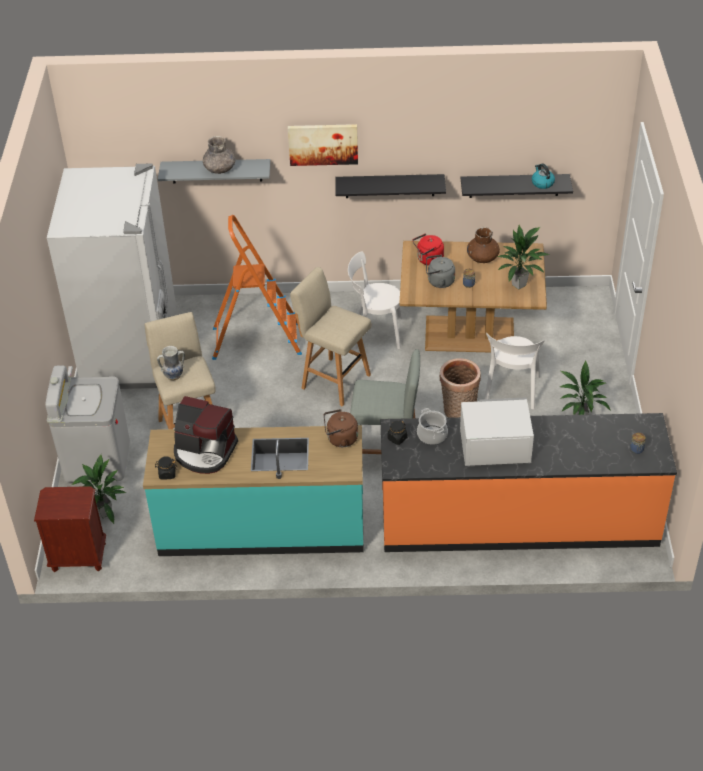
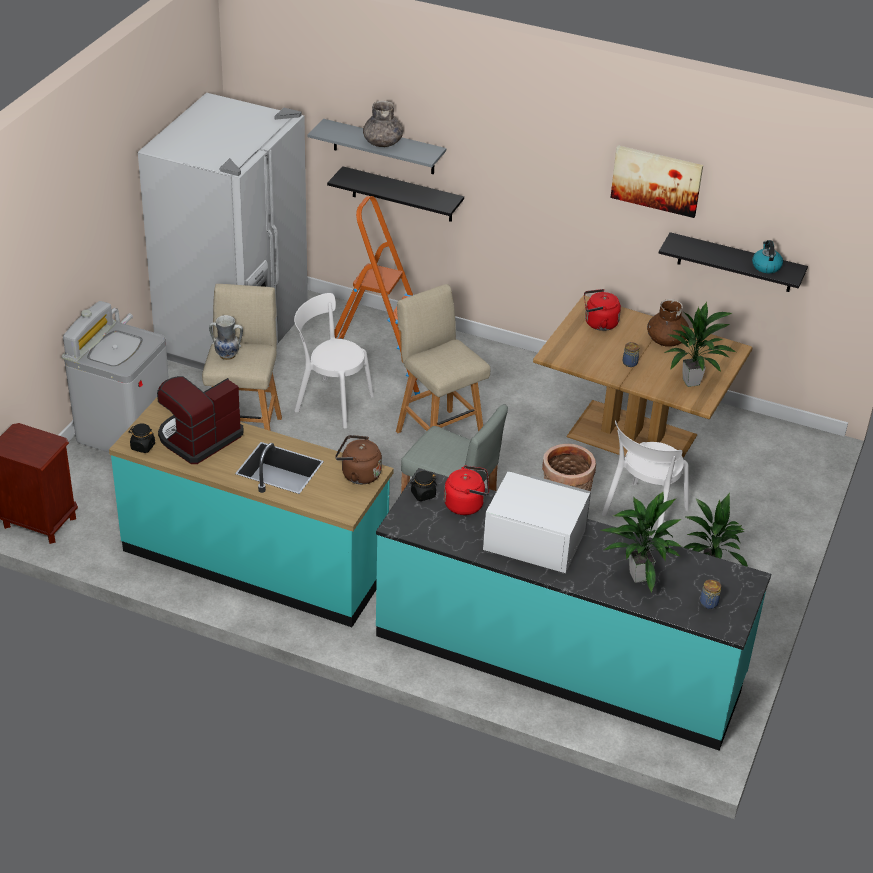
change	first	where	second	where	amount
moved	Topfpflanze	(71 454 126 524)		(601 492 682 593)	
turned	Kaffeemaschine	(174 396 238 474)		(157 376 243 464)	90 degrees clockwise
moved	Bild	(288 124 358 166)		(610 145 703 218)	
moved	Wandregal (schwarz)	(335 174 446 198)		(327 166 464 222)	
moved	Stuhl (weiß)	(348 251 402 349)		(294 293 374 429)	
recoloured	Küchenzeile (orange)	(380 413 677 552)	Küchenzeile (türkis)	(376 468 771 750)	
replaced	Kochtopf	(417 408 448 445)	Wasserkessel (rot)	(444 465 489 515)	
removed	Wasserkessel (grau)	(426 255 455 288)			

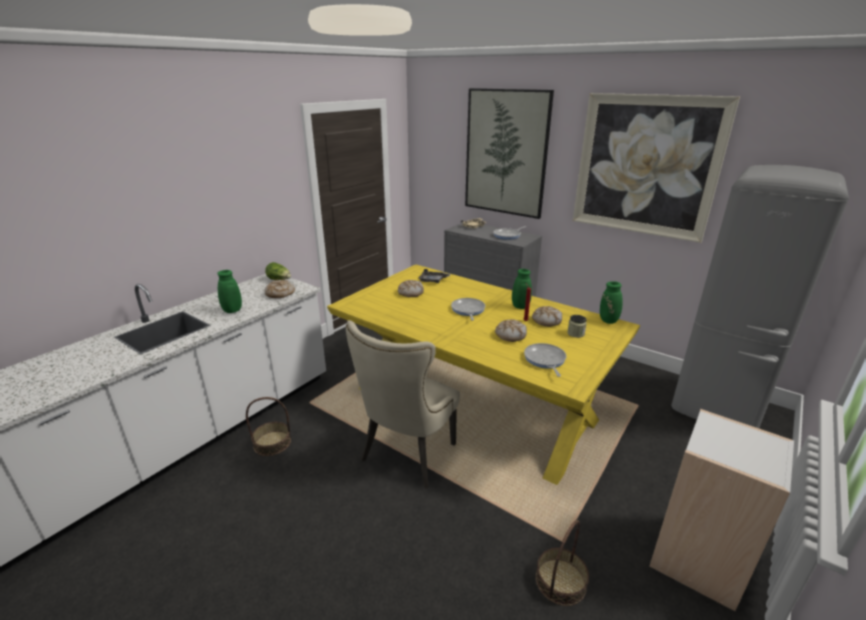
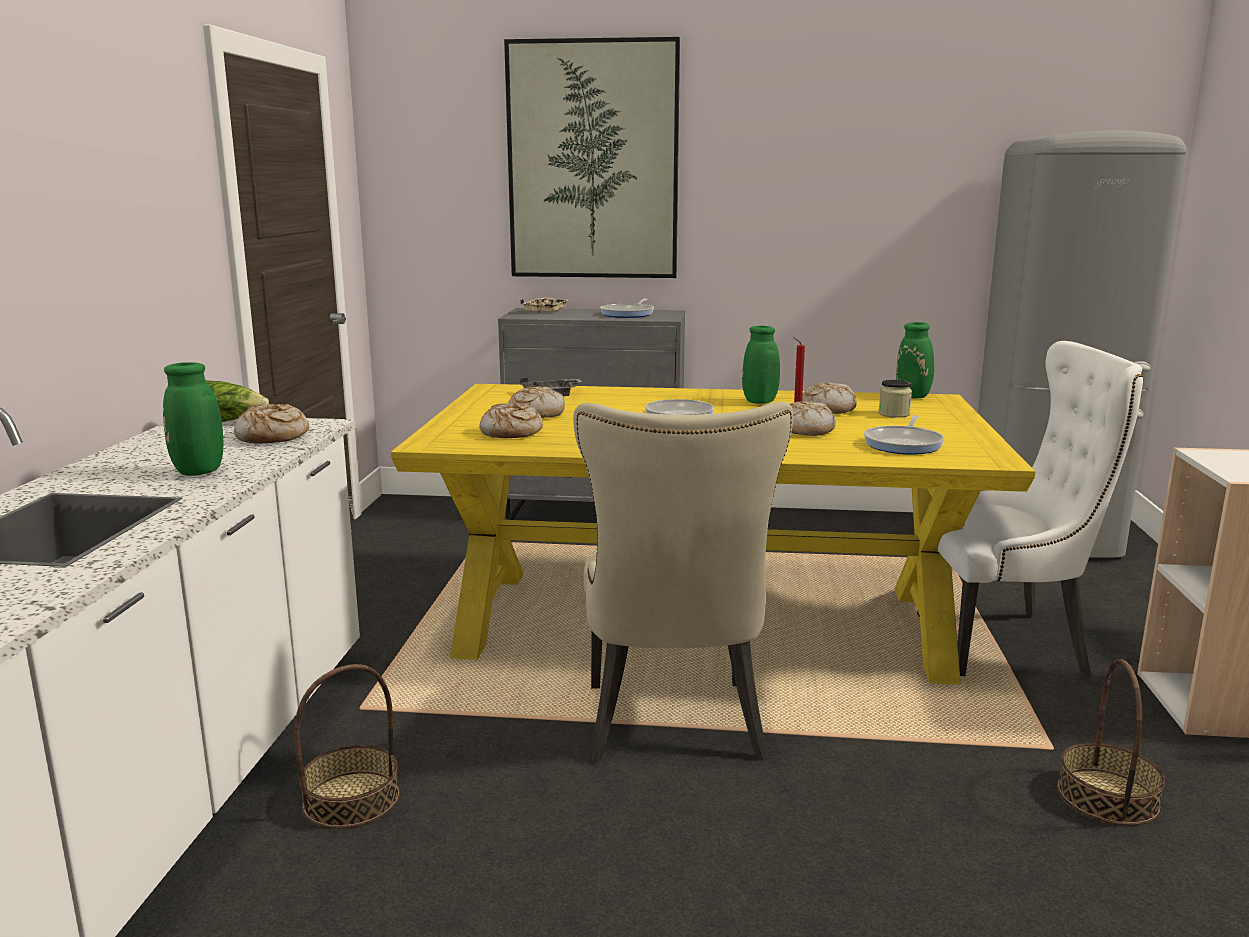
change	first	where	second	where	amount
turned	Pfanne	(524 343 566 377)		(864 415 944 455)	120 degrees counterclockwise
removed	Bild	(573 93 740 243)			
added			Brot	(479 403 543 438)	
added			Stuhl (weiß)	(917 341 1143 678)	

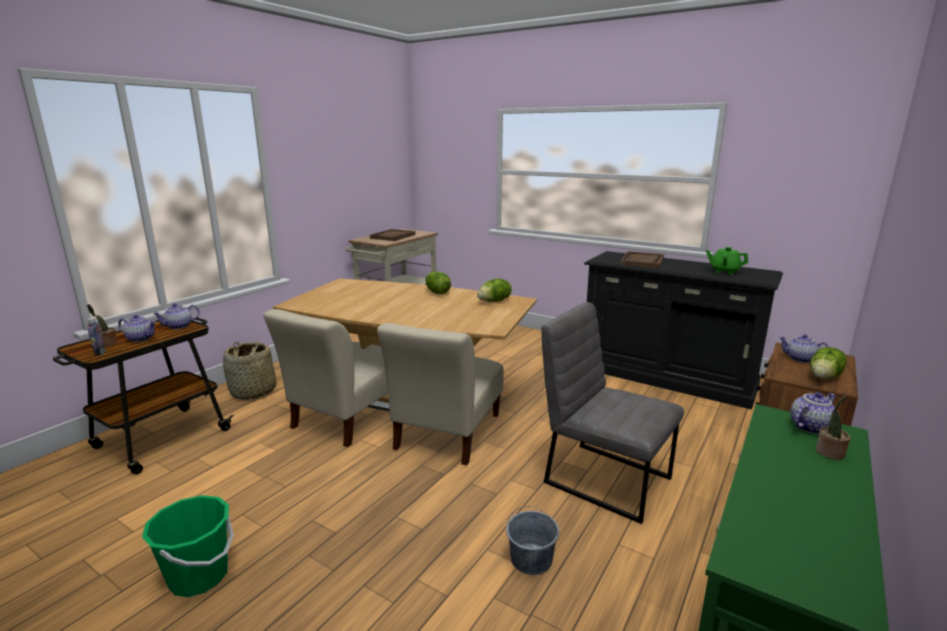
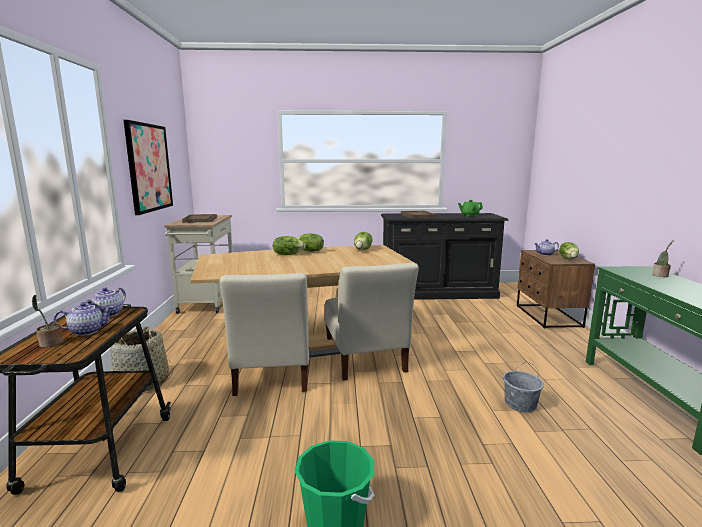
change	first	where	second	where	amount
removed	Flasche	(87 318 106 356)			
removed	Stuhl (grau)	(541 302 684 524)			
removed	Teekanne	(790 392 836 434)			
added			Bild	(124 120 173 215)	
added			Salatkopf	(273 236 305 255)	

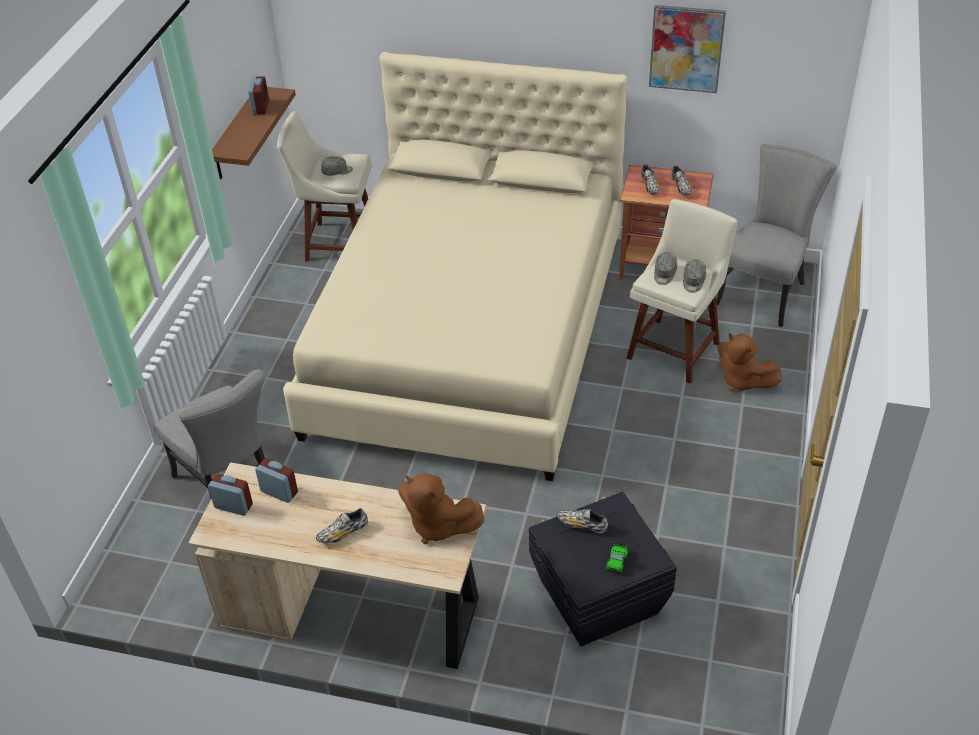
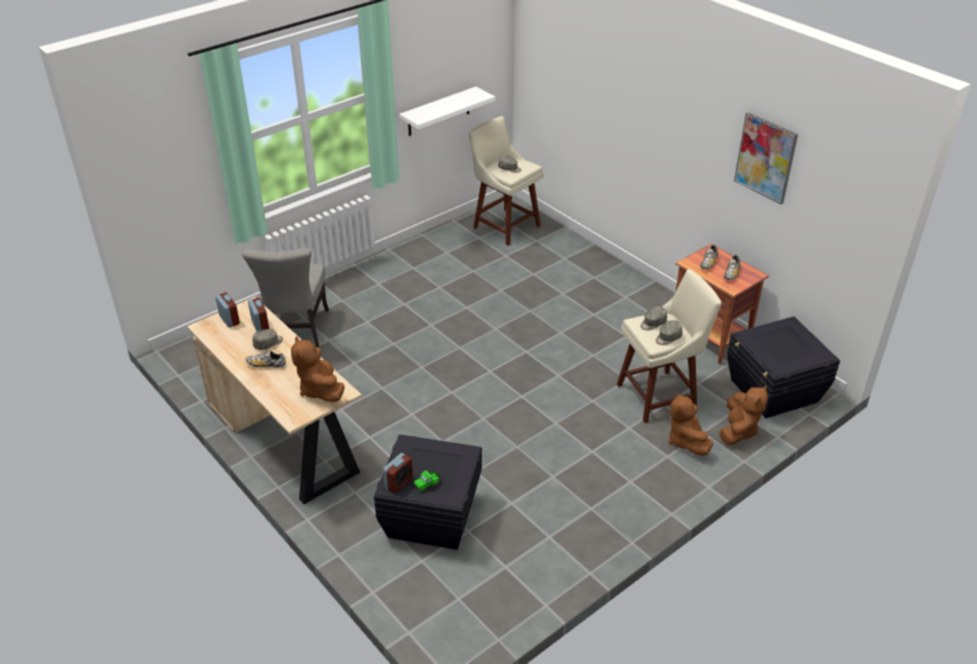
change	first	where	second	where	amount
recoloured	Wandregal (braun)	(212 87 296 179)	Wandregal (weiß)	(399 87 495 136)	
moved	Wecker	(248 76 269 114)		(383 453 413 493)	
removed	Bett (beige)	(283 52 627 481)			
removed	Schuh	(557 509 608 533)			
replaced	Stuhl (grau)	(716 144 837 327)	Aufbewahrungsbox (schwarz)	(727 316 840 418)	
added			Kappe (grau)	(253 329 283 350)	
added			Plüschtier (braun)	(719 385 768 445)	

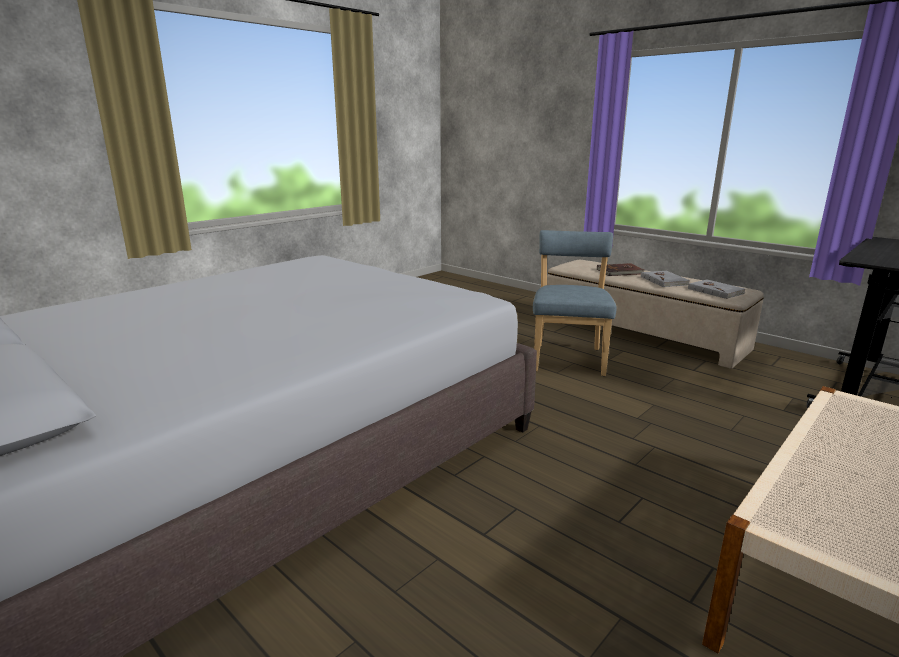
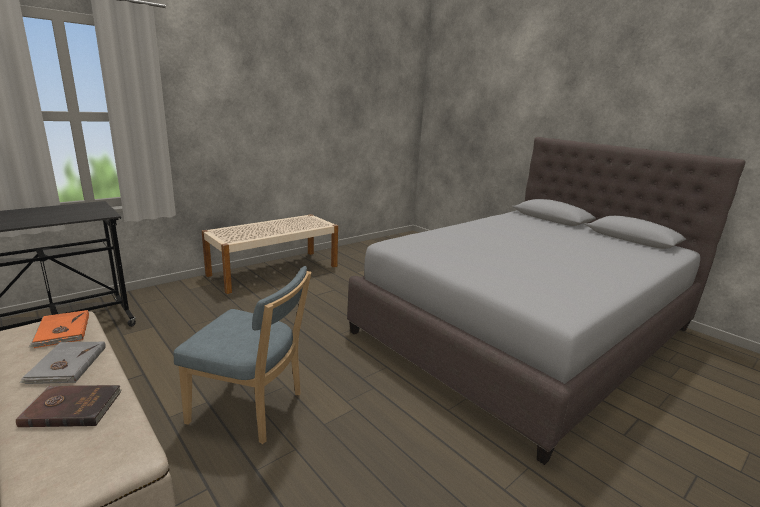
change	first	where	second	where	amount
turned	Stuhl (blau)	(533 230 617 376)		(174 266 311 444)	90 degrees counterclockwise
recoloured	Buch (grau)	(688 279 746 299)	Buch (orange)	(29 310 89 348)	

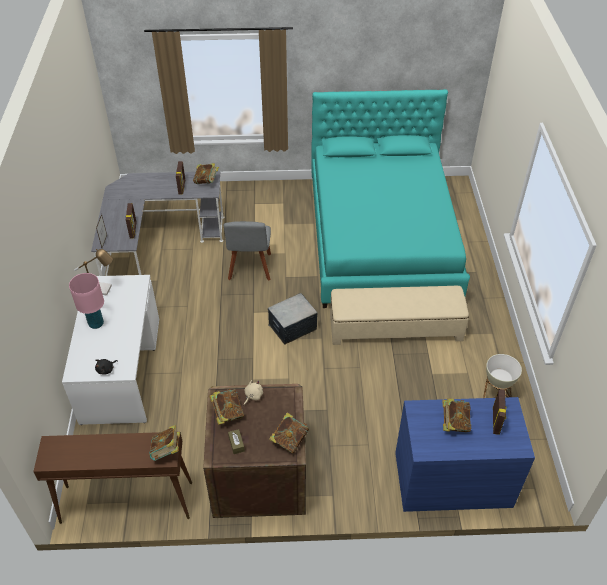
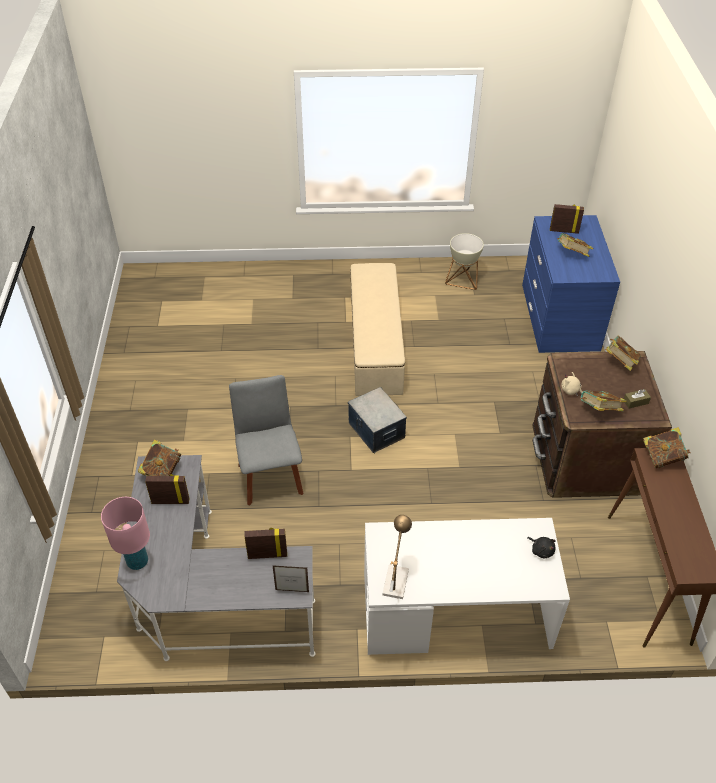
change	first	where	second	where	amount
moved	Tischlampe (rosa)	(69 273 104 329)		(101 497 150 570)	
turned	Stuhl (grau)	(224 221 271 280)		(229 375 303 505)	105 degrees counterclockwise
removed	Bett (türkis)	(311 89 470 308)			

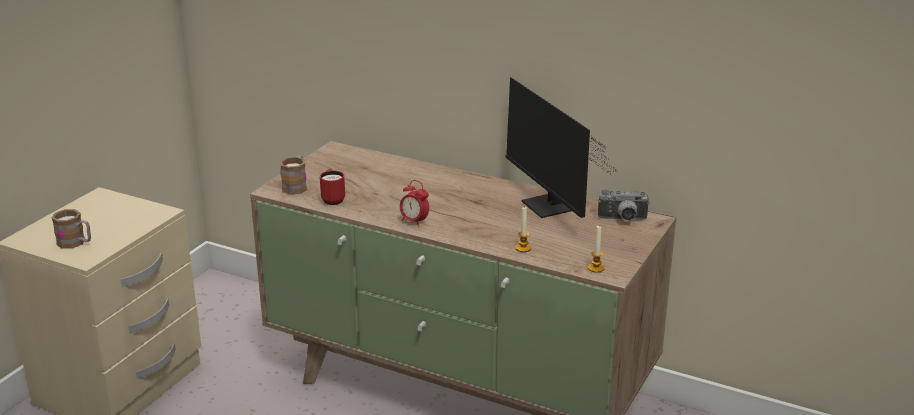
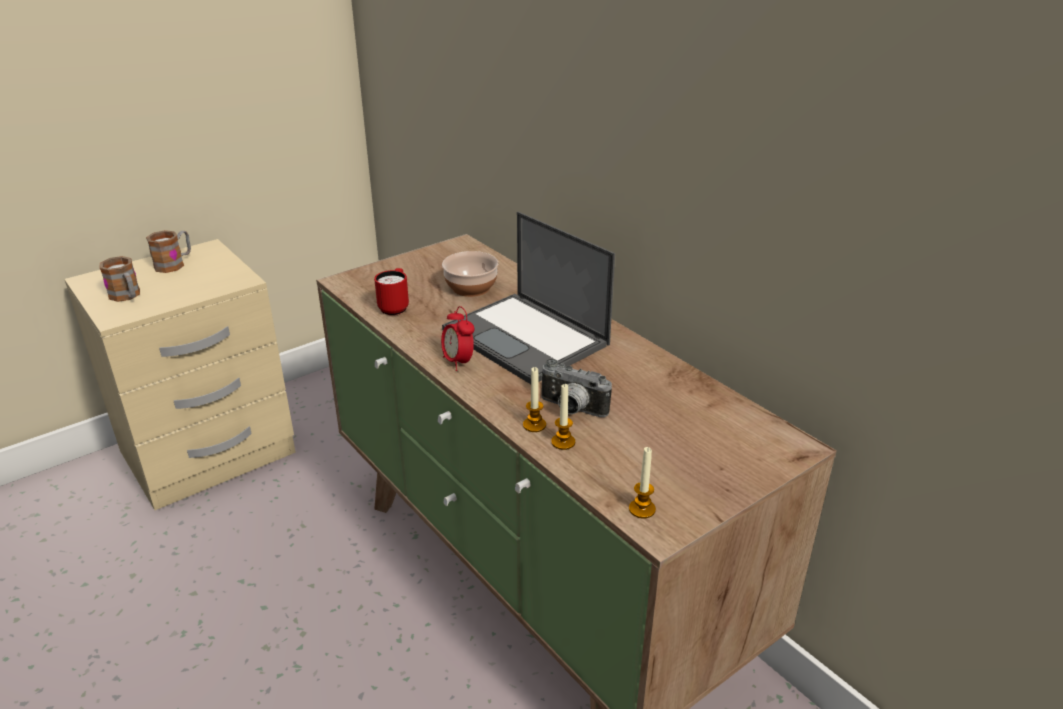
change	first	where	second	where	amount
moved	Henkelbecher	(280 155 307 195)		(146 230 191 273)	
removed	Monitor	(505 77 617 218)			
moved	Kamera	(598 189 650 221)		(540 359 612 417)	
added			Laptop	(442 212 615 384)	
added			Schüssel	(442 251 498 297)	
added			Kerze	(523 367 546 432)	

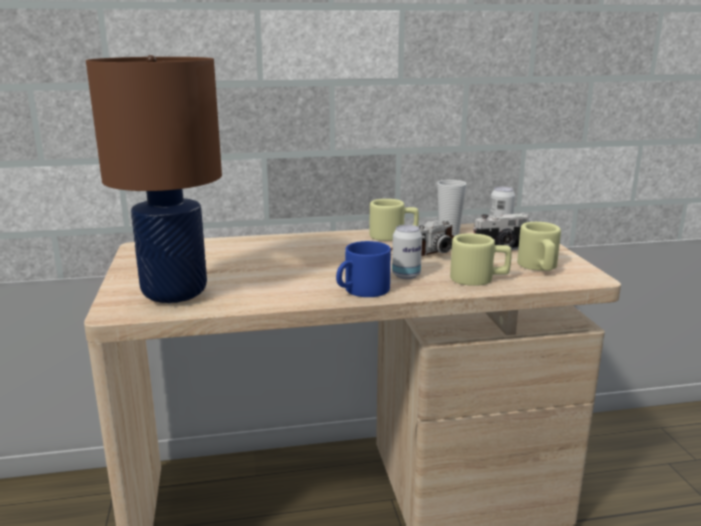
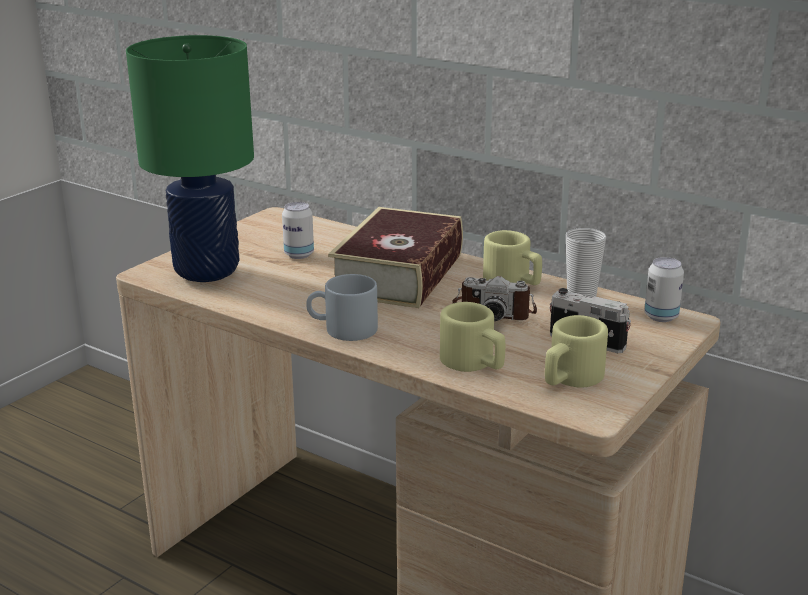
change	first	where	second	where	amount
recoloured	Tischlampe (braun)	(86 55 222 303)	Tischlampe (grün)	(126 35 254 282)	
recoloured	Henkelbecher (blau)	(336 241 391 297)	Henkelbecher (grau)	(306 274 378 341)	
moved	Dose	(392 225 422 279)		(282 202 314 259)	
added			Buch	(328 207 463 308)	

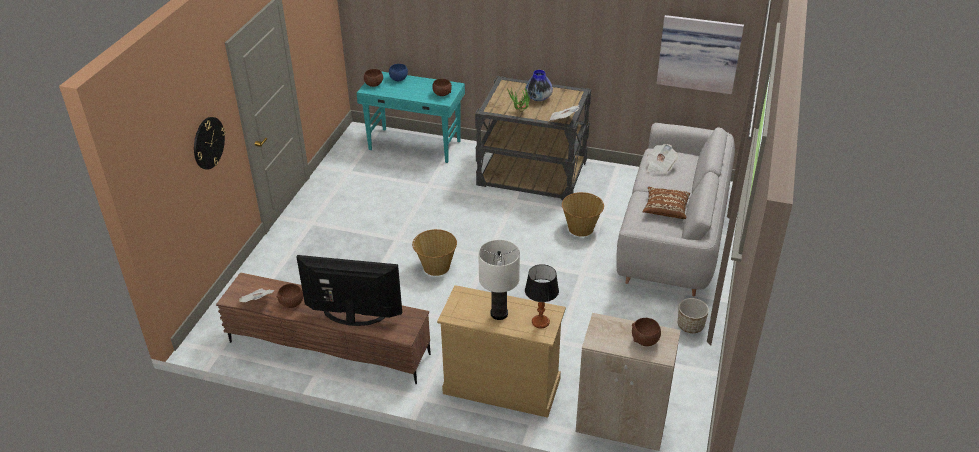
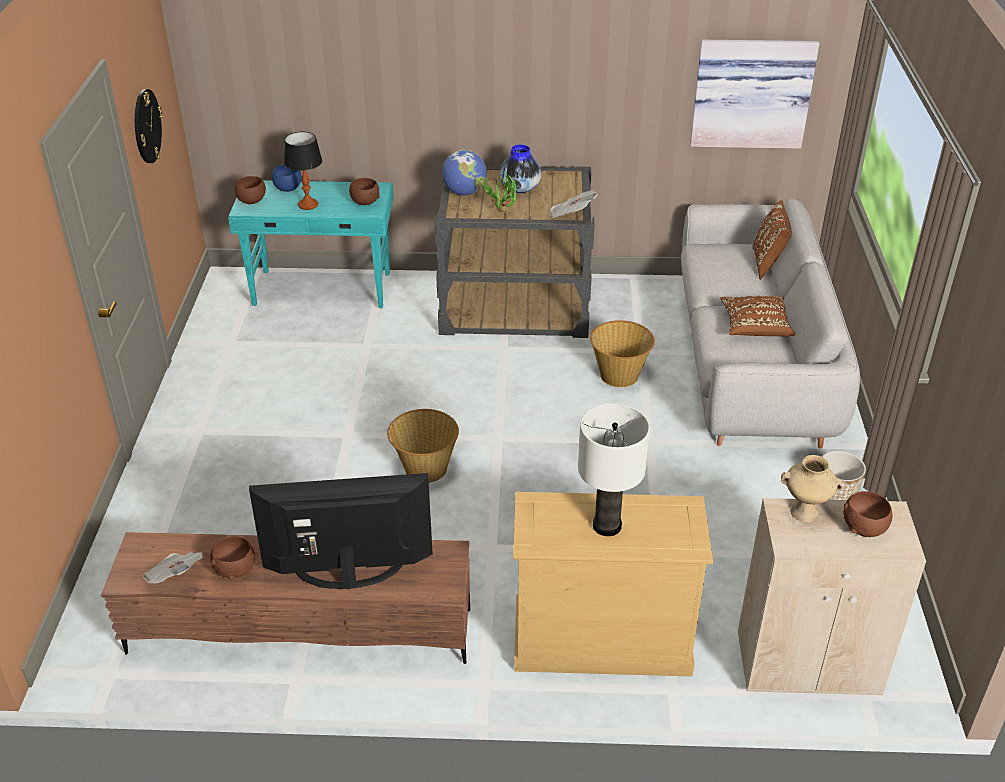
change	first	where	second	where	amount
moved	Wanduhr	(194 117 226 170)		(135 89 163 163)	
moved	Tischlampe	(525 264 559 328)		(284 132 322 210)	
removed	Zeitung	(646 144 678 174)			
added			Globus	(442 150 487 195)	
added			Kissen (braun)	(753 200 792 280)	
added			Vase (beige)	(781 455 843 522)	

